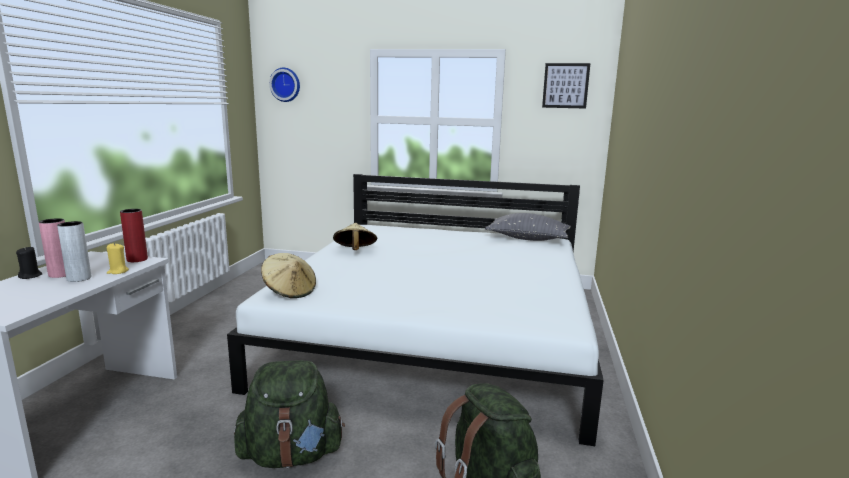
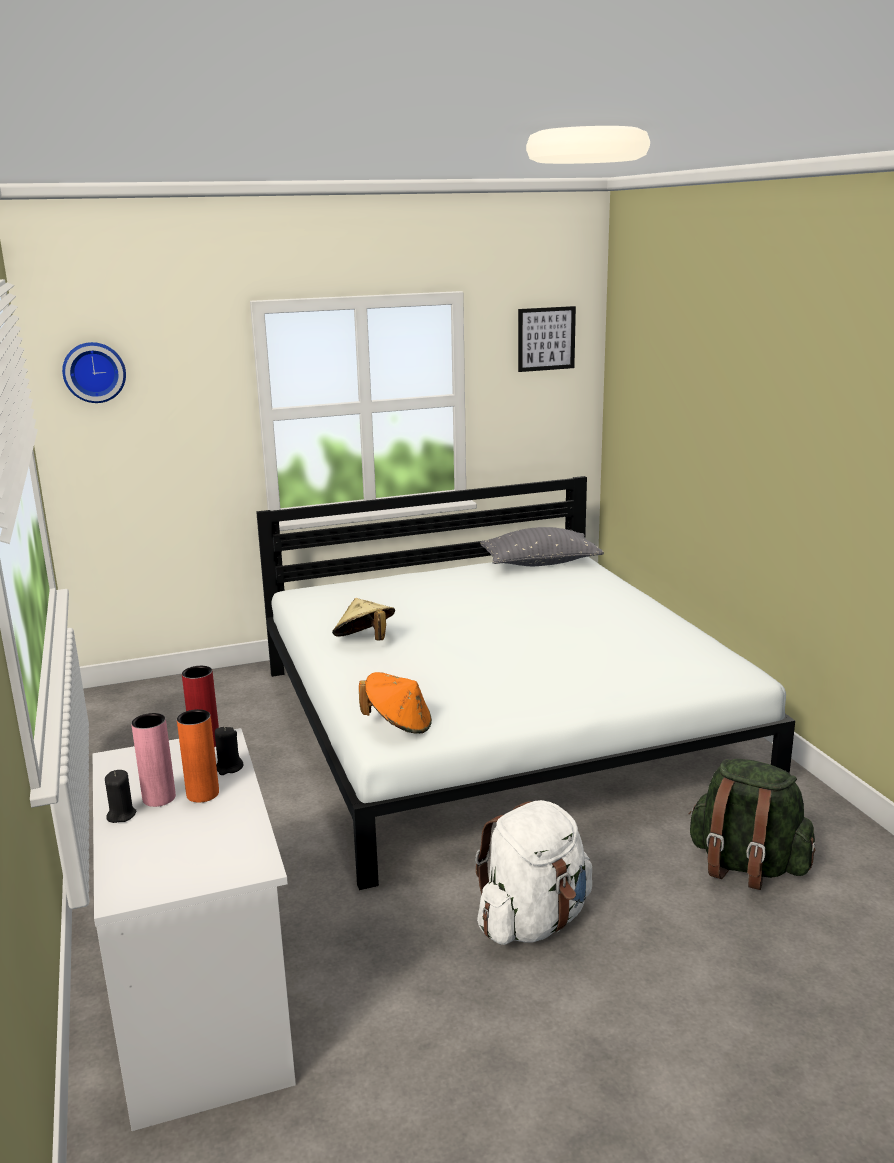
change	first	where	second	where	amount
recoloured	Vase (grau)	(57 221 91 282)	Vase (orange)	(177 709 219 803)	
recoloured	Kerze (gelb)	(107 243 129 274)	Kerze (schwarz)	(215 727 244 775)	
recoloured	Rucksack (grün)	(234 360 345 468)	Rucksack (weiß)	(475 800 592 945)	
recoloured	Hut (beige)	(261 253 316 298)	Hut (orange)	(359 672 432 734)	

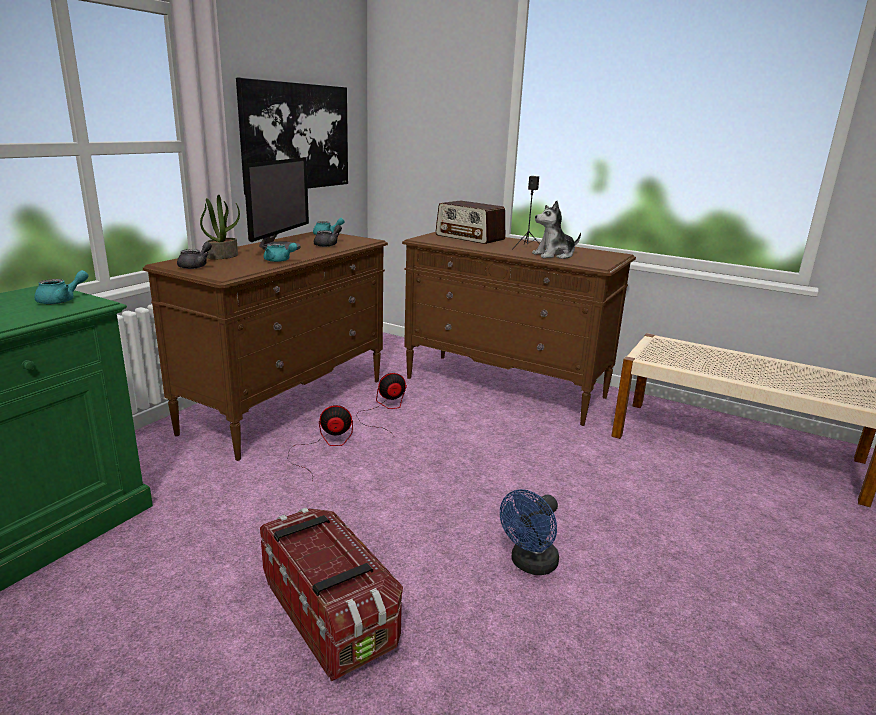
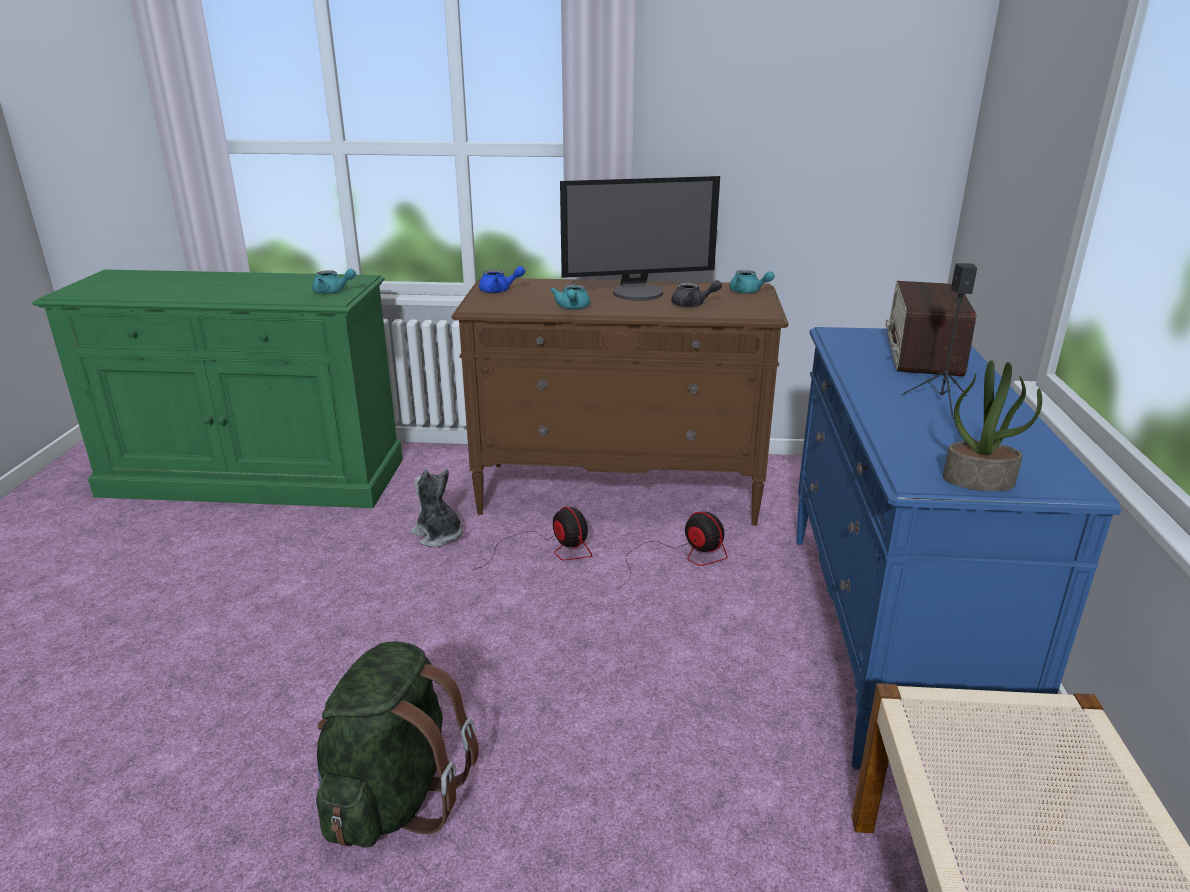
change	first	where	second	where	amount
recoloured	Teekanne (grau)	(177 242 212 269)	Teekanne (blau)	(479 266 525 293)	
moved	Topfpflanze	(200 195 240 259)		(943 360 1042 491)	
removed	Bild	(236 77 348 194)			
removed	Aufbewahrungsbox	(260 508 403 682)			
recoloured	Kommode (braun)	(402 232 636 426)	Kommode (blau)	(796 327 1121 778)	
replaced	Ventilator (blau)	(500 489 559 575)	Rucksack (grün)	(316 641 479 847)	
moved	Plüschtier	(532 201 581 259)		(411 469 463 547)	

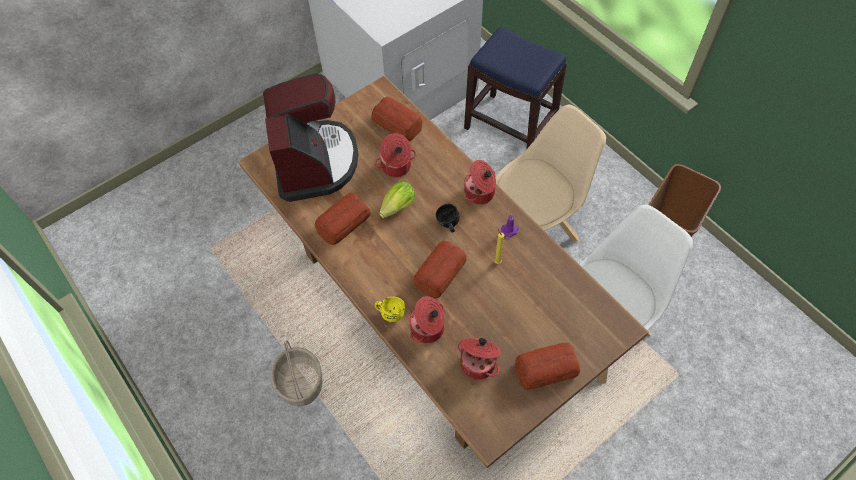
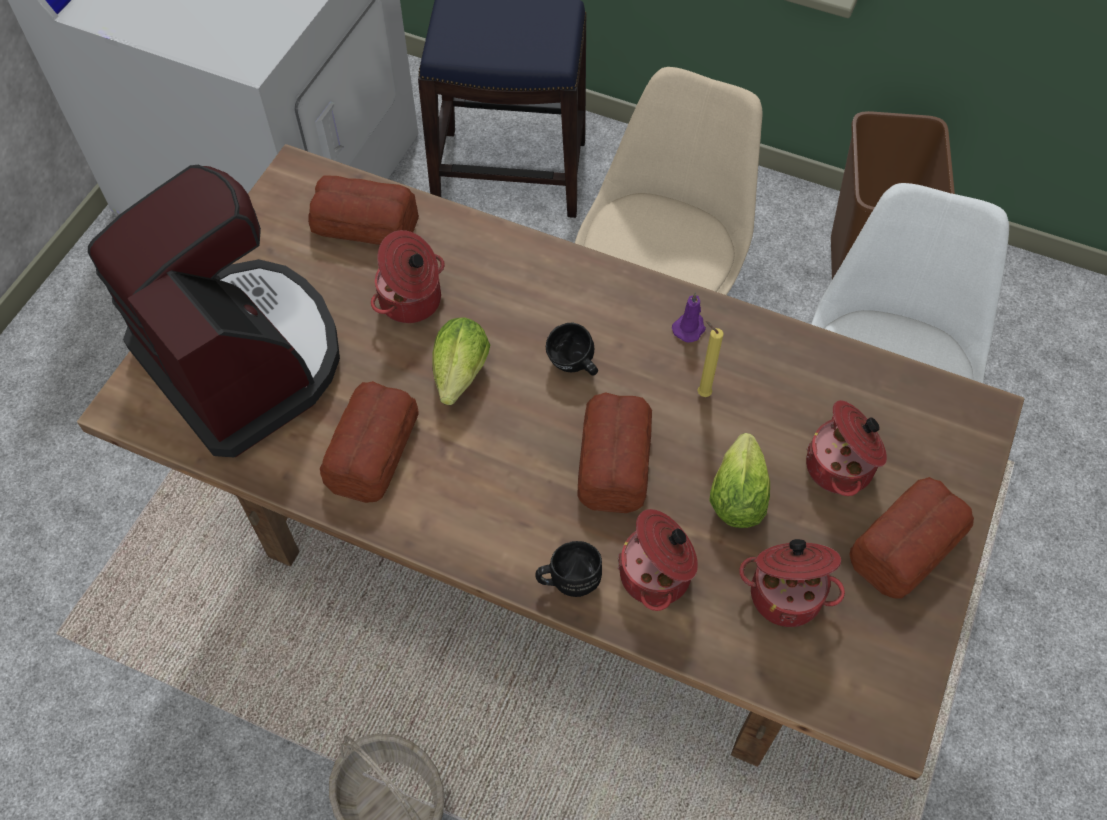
change	first	where	second	where	amount
recoloured	Henkelbecher (gelb)	(375 297 405 322)	Henkelbecher (schwarz)	(535 541 602 597)	
moved	Kochtopf	(464 160 496 204)		(806 400 887 496)	
added			Salatkopf	(709 433 770 528)	

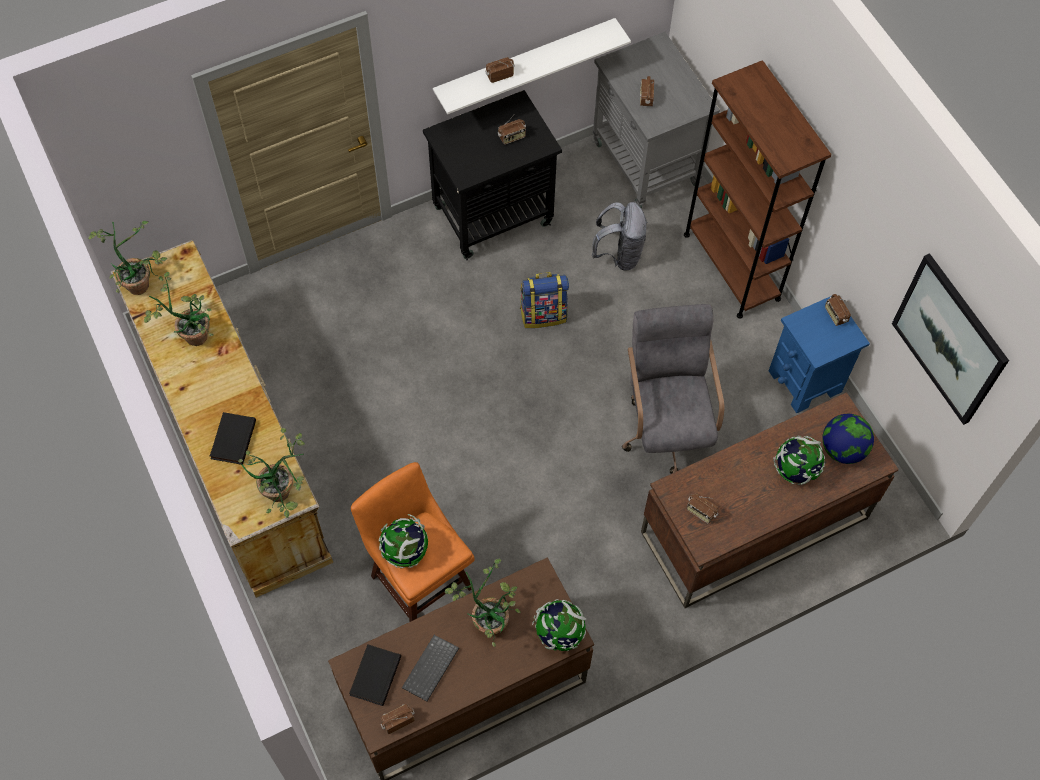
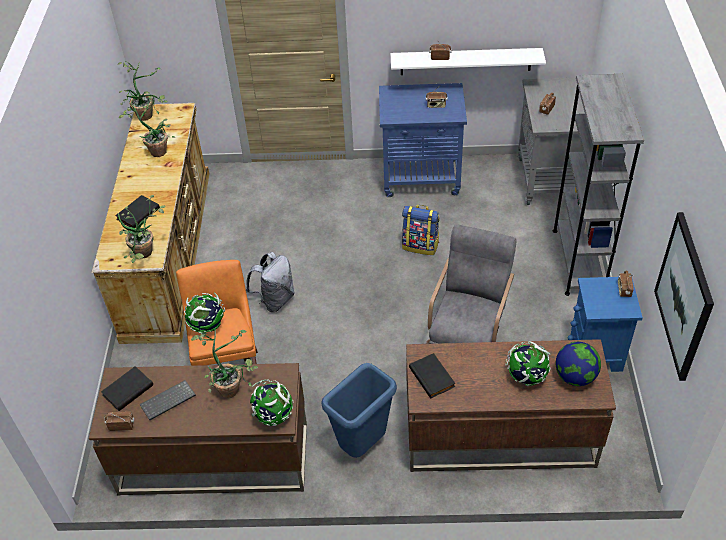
change	first	where	second	where	amount
recoloured	Rollwagen (schwarz)	(423 90 562 260)	Rollwagen (blau)	(379 83 467 197)	
moved	Rucksack (grau)	(591 202 648 271)		(246 252 295 312)	
recoloured	Bücherregal (braun)	(684 60 832 319)	Bücherregal (grau)	(552 74 644 296)	
replaced	Radio	(686 493 719 524)	Buch (schwarz)	(409 353 455 398)	
added			Mülleimer (blau)	(321 363 397 458)	

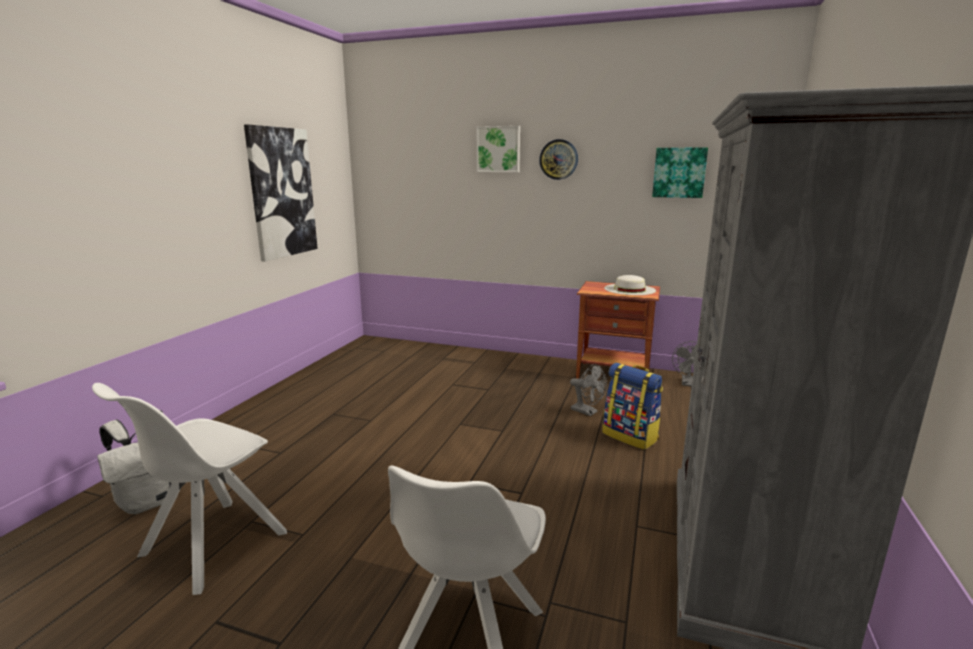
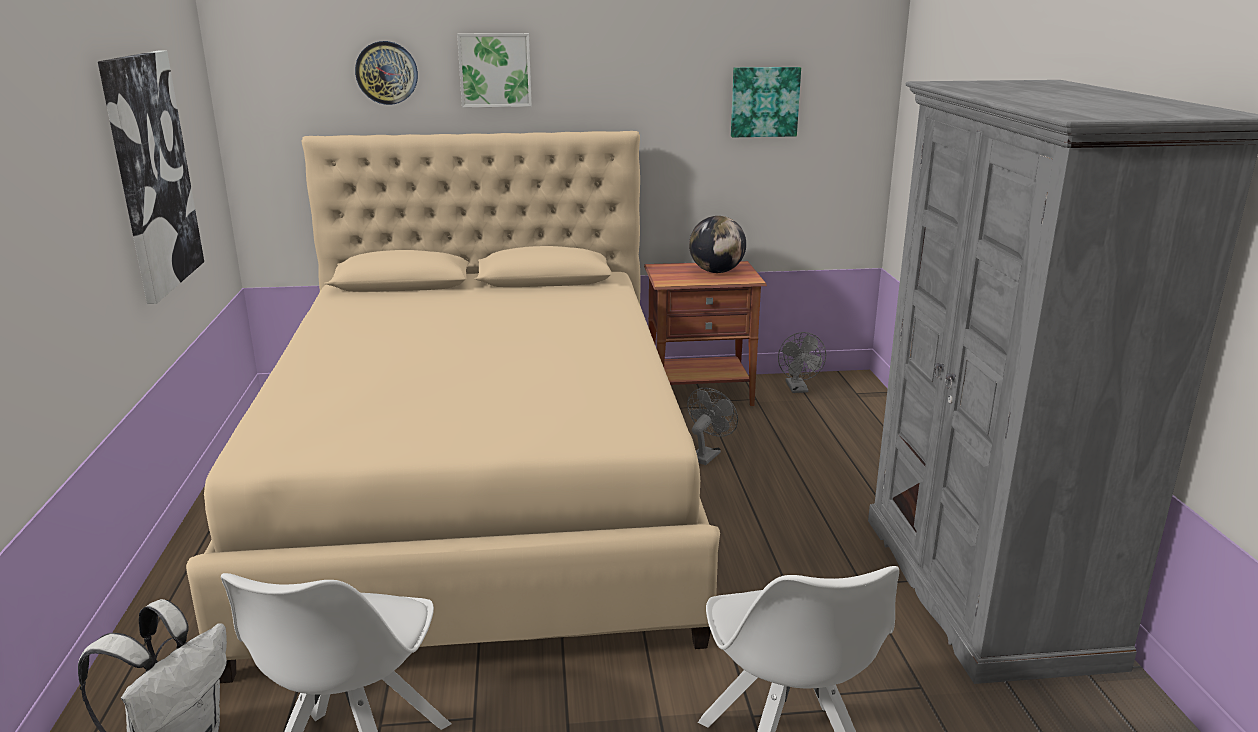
change	first	where	second	where	amount
moved	Wanduhr	(539 139 578 180)		(355 41 418 105)	
turned	Ventilator (grau)	(570 364 607 416)		(687 388 738 465)	75 degrees counterclockwise
removed	Rucksack	(602 363 663 450)			
replaced	Hut (weiß)	(604 275 656 295)	Globus	(689 216 746 273)	
added			Bett (beige)	(186 131 720 683)	

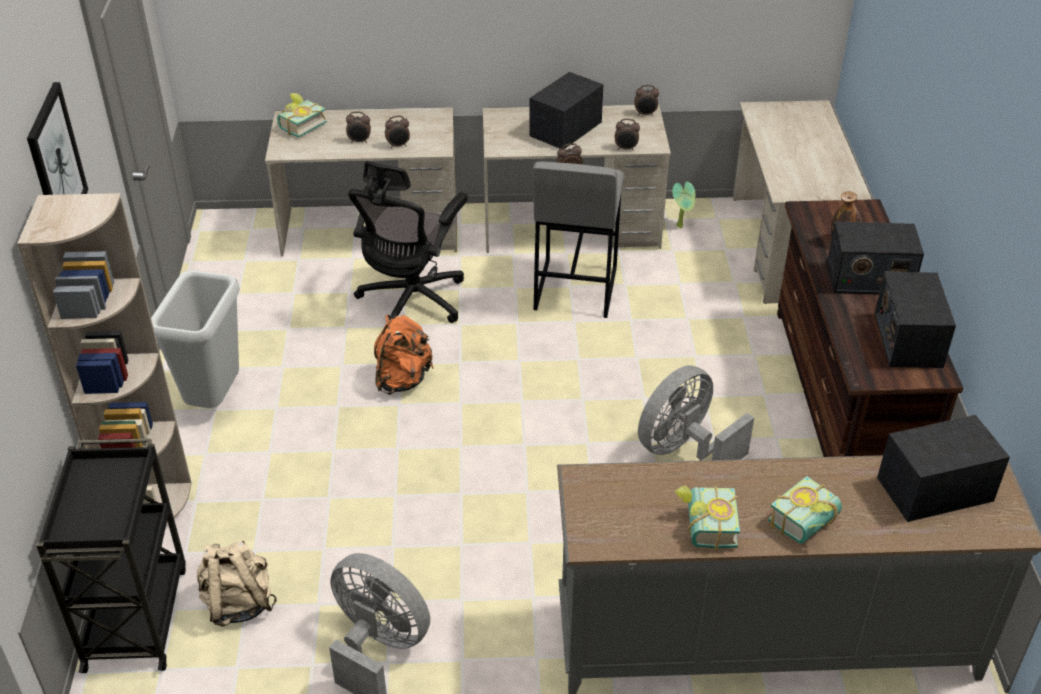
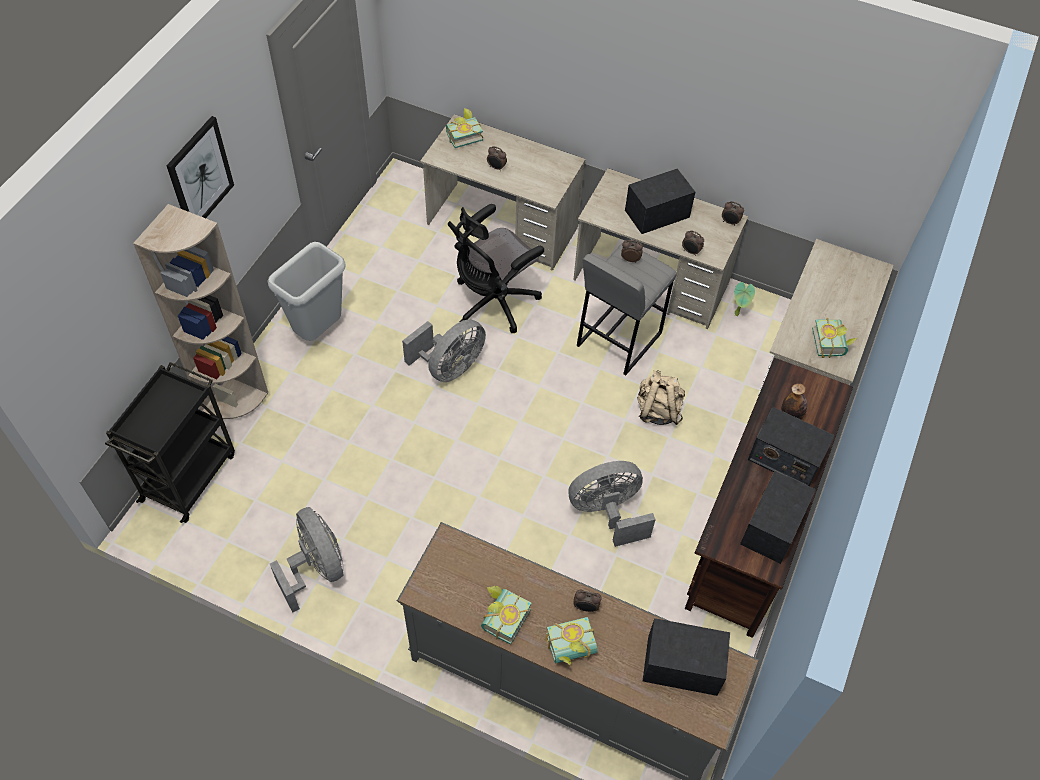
change	first	where	second	where	amount
moved	Rucksack (beige)	(197 540 277 626)		(637 370 685 425)	
replaced	Rucksack (orange)	(374 314 433 395)	Ventilator (grau)	(402 319 486 382)	
moved	Wecker	(385 116 410 148)		(573 590 602 612)	
added			Buch	(812 318 857 358)	

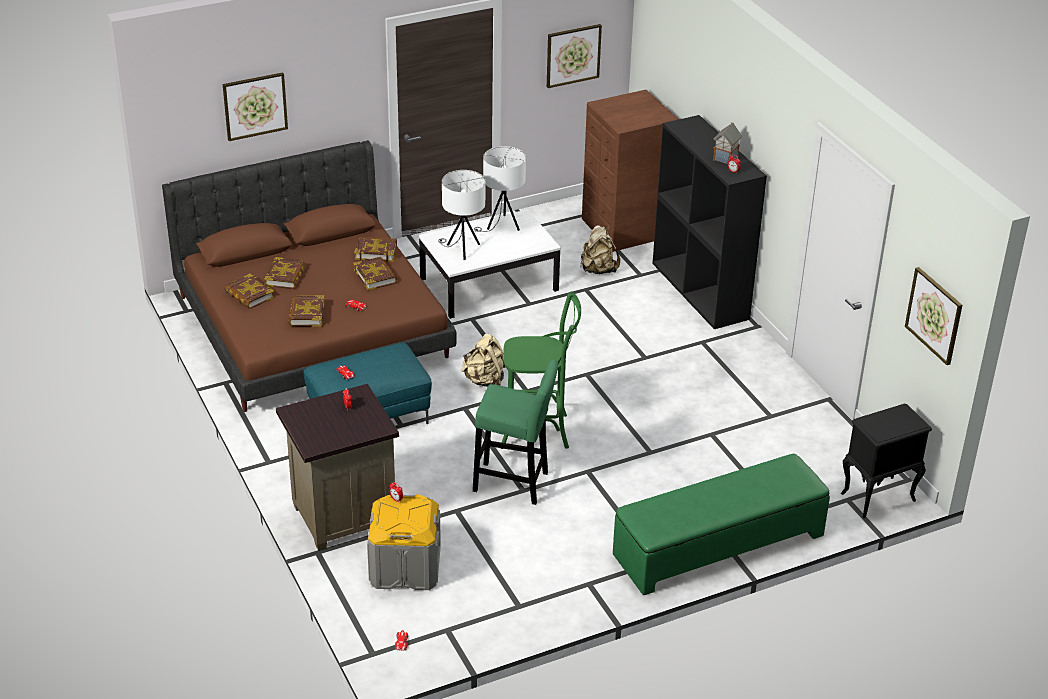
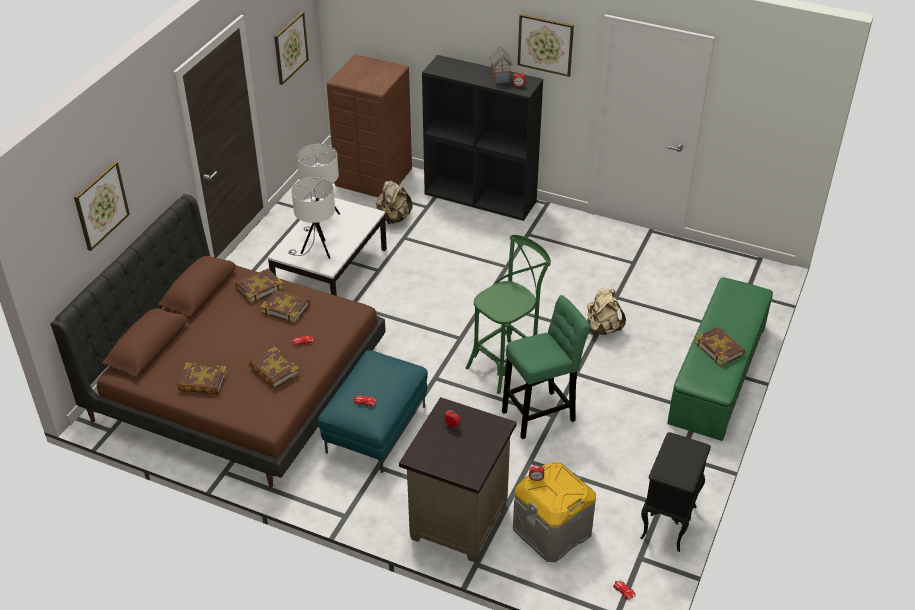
change	first	where	second	where	amount
moved	Buch	(264 257 306 289)		(695 327 745 367)	
moved	Rucksack (beige)	(461 333 506 387)		(587 288 626 335)	
moved	Nachttisch (schwarz)	(841 404 932 518)		(640 432 711 552)	
moved	Bild	(905 267 963 365)		(518 14 574 77)	

